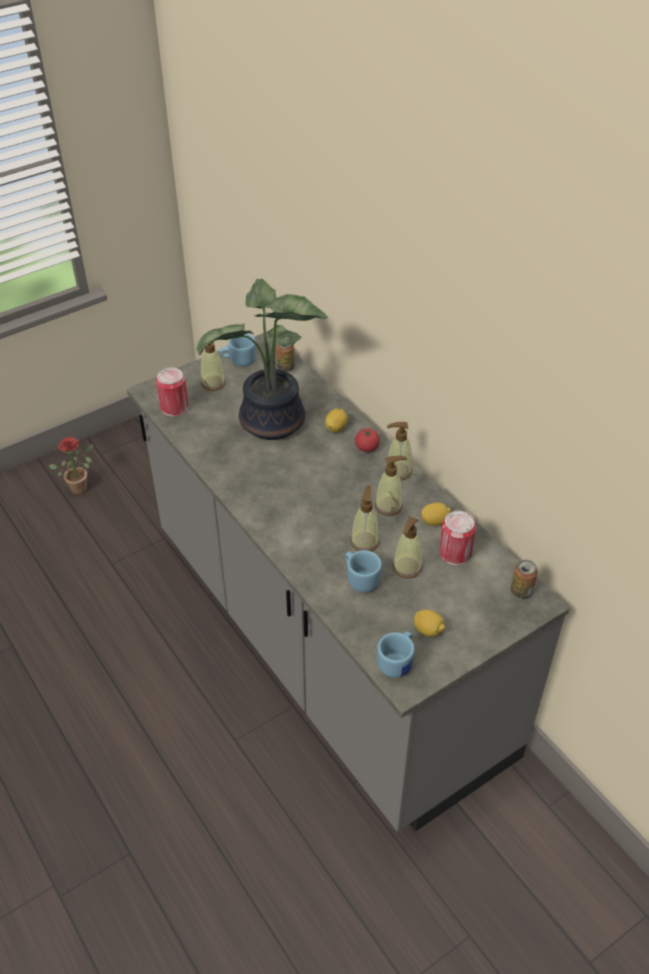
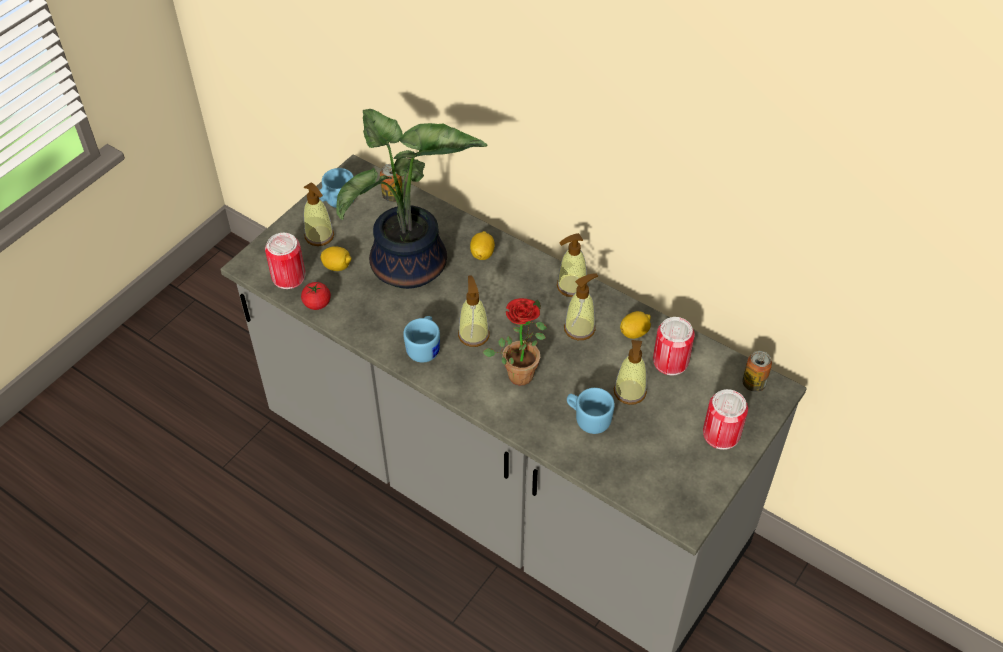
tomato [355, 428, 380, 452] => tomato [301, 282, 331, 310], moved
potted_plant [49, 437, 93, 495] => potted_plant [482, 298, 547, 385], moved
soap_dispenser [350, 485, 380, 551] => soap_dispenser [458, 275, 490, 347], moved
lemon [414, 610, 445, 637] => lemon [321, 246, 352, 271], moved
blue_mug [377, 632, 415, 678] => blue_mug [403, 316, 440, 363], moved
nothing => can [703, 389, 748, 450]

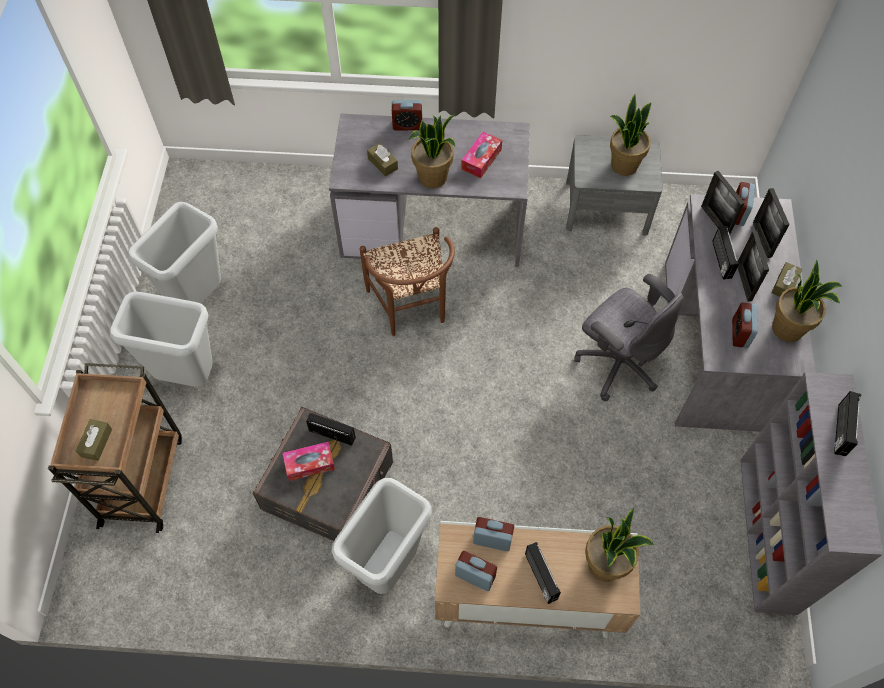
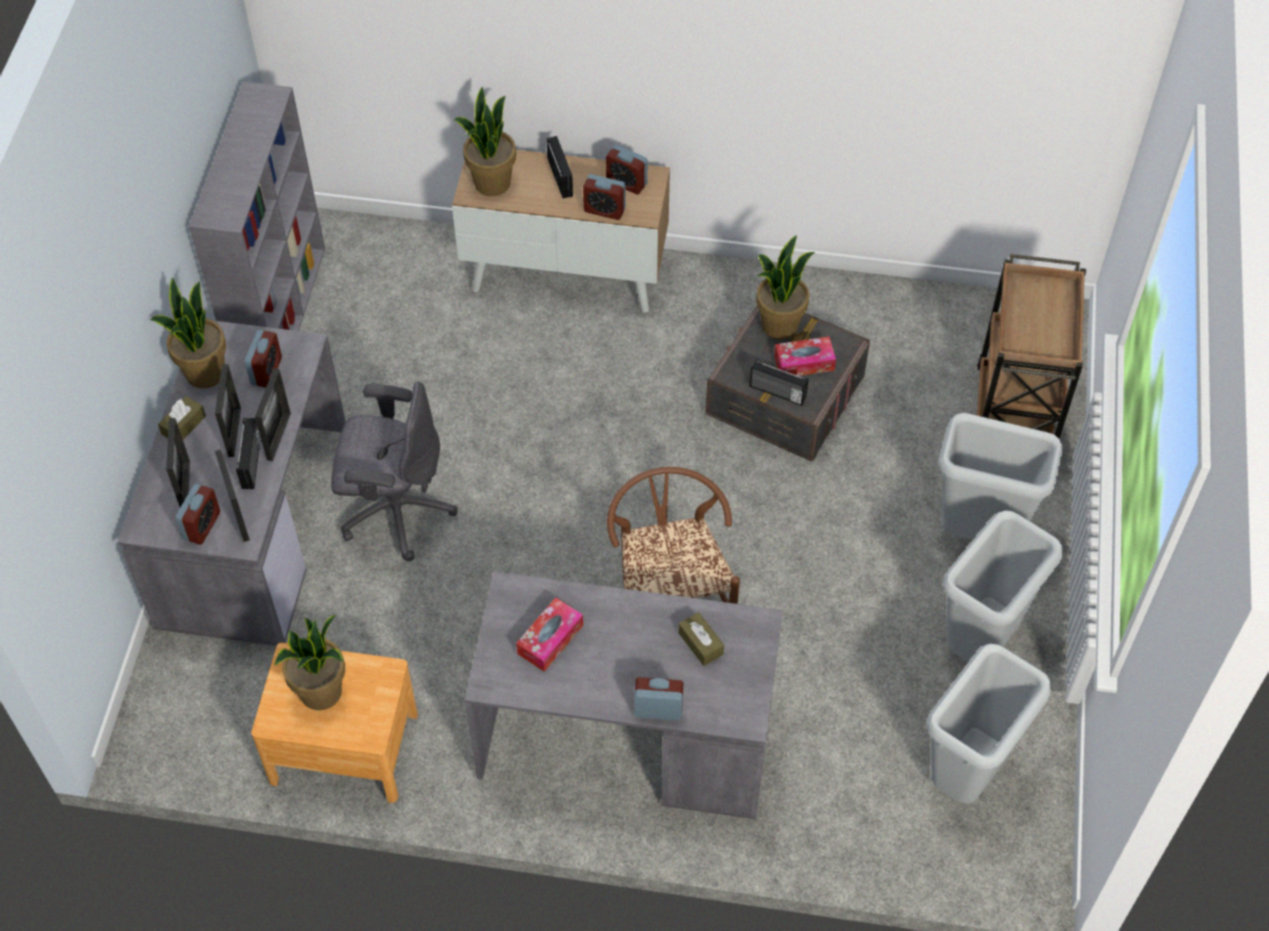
potted_plant [409, 115, 455, 188] => potted_plant [756, 235, 815, 340], moved
grey_nightstand [566, 135, 662, 235] => brown_nightstand [251, 643, 418, 803]
grey_office_chair [574, 274, 684, 401] => grey_office_chair [331, 381, 458, 561], 135 degrees clockwise
radio [834, 391, 861, 456] => nothing
brown_tissue_box [76, 419, 112, 461] => nothing
grey_trash_can [332, 478, 432, 594] => grey_trash_can [927, 644, 1052, 803], moved
nothing => picture_frame [255, 369, 291, 461]

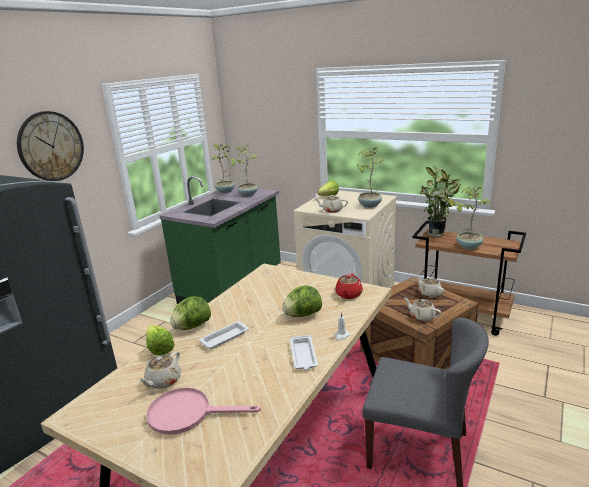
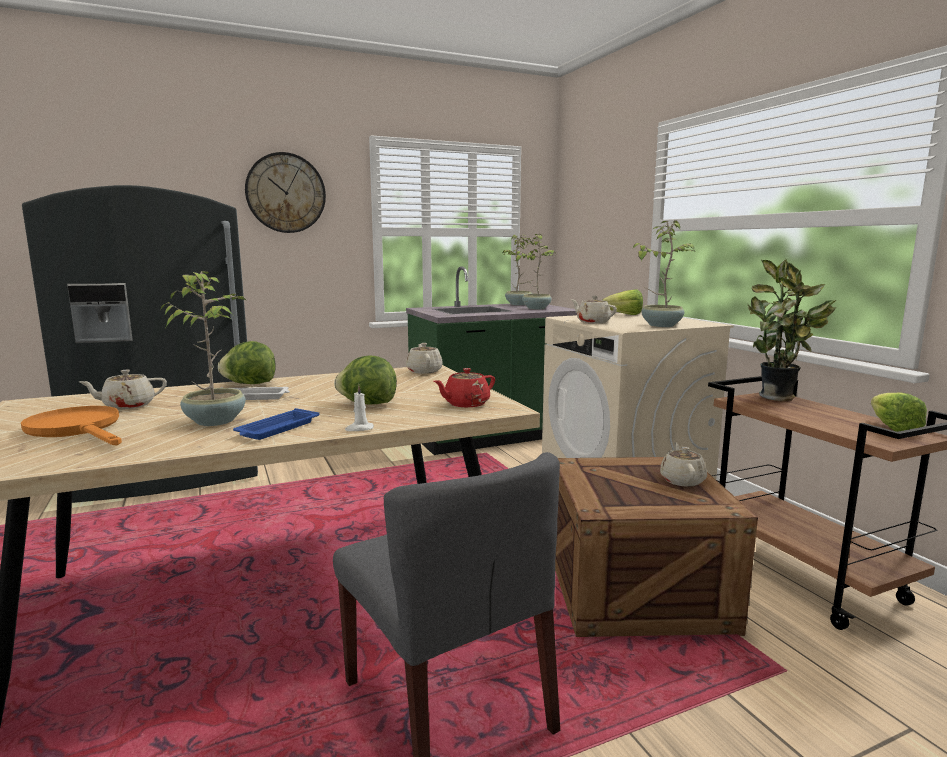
potted_plant [454, 185, 490, 249] => potted_plant [161, 271, 246, 426], moved
beige_teapot [404, 298, 441, 322] => beige_teapot [406, 343, 443, 374], moved
lettuce [146, 325, 175, 356] => lettuce [871, 392, 927, 432], moved
white_tray [290, 335, 318, 370] => blue_tray [233, 408, 319, 440]
pink_frying_pan [146, 388, 261, 435] => orange_frying_pan [21, 406, 122, 445]

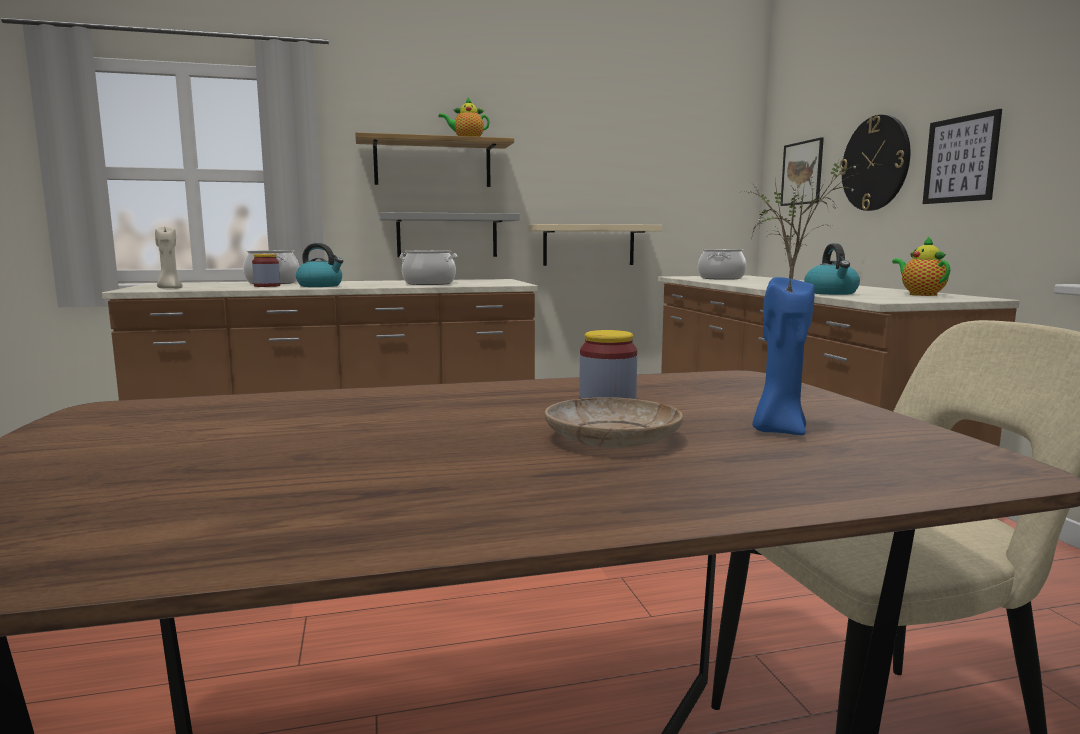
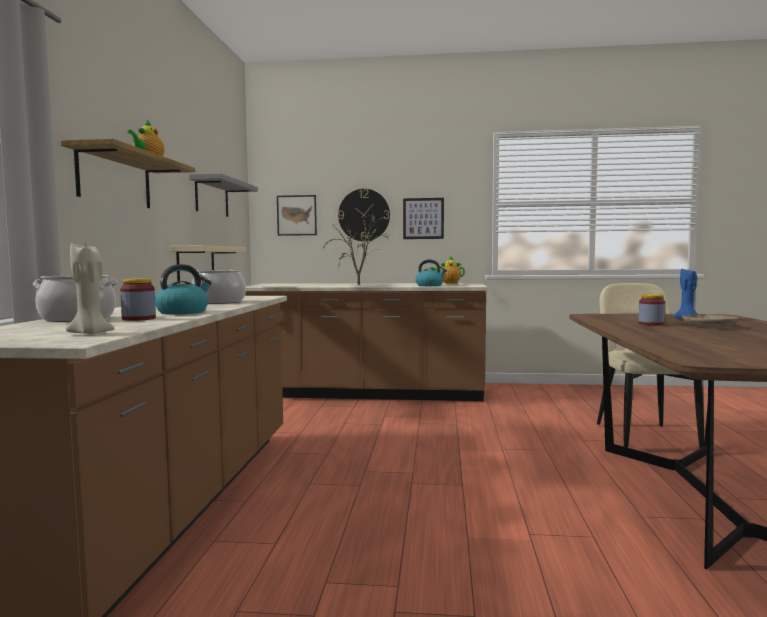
grey_shelf [380, 212, 520, 257] => grey_shelf [189, 173, 258, 217], moved
cooking_pot [698, 249, 746, 280] => nothing

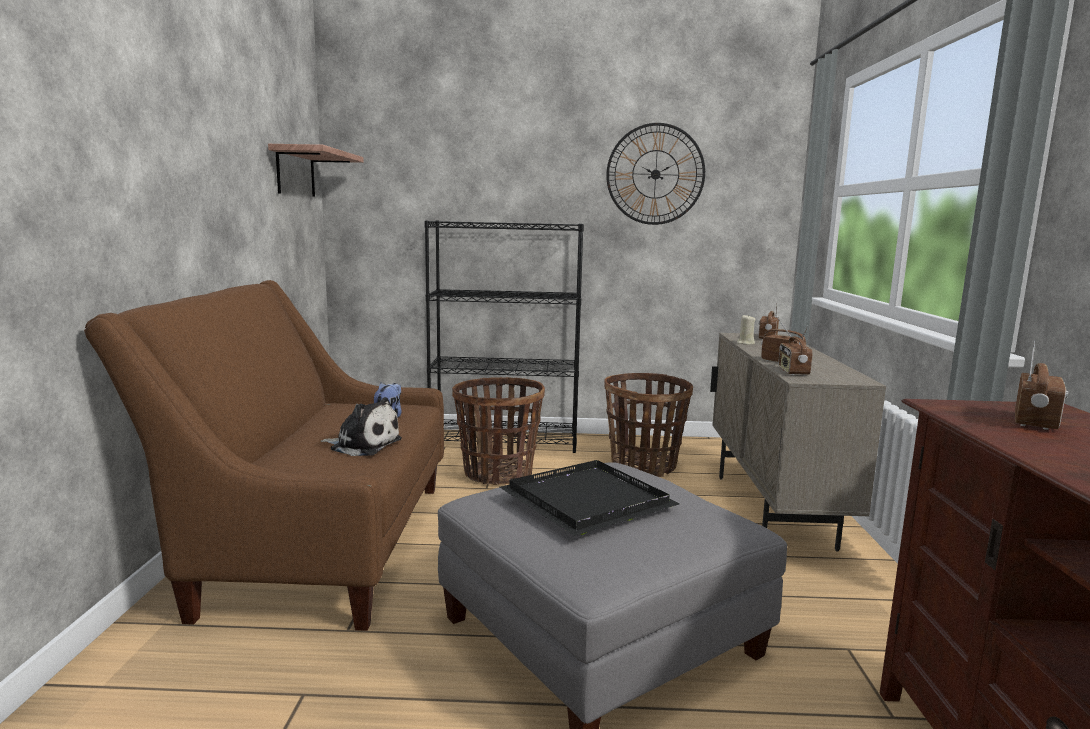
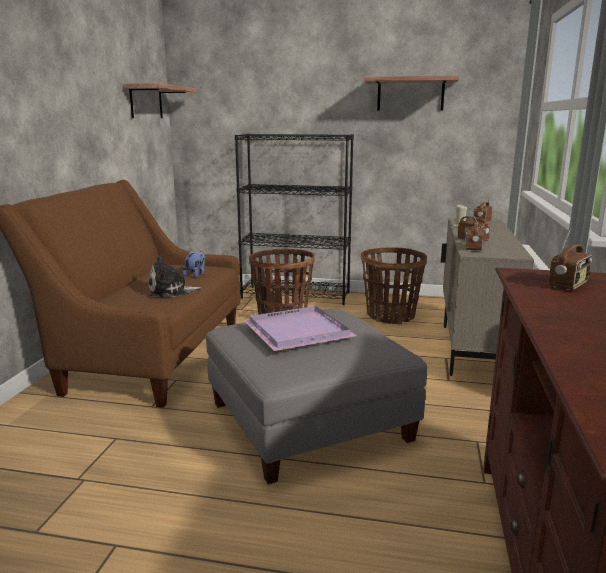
wall_clock [606, 123, 705, 225] => shelf [364, 75, 460, 111]
plush_toy [321, 397, 402, 456] => plush_toy [149, 256, 201, 297], 135 degrees clockwise
black_tray [500, 460, 680, 536] => purple_tray [243, 306, 357, 351]

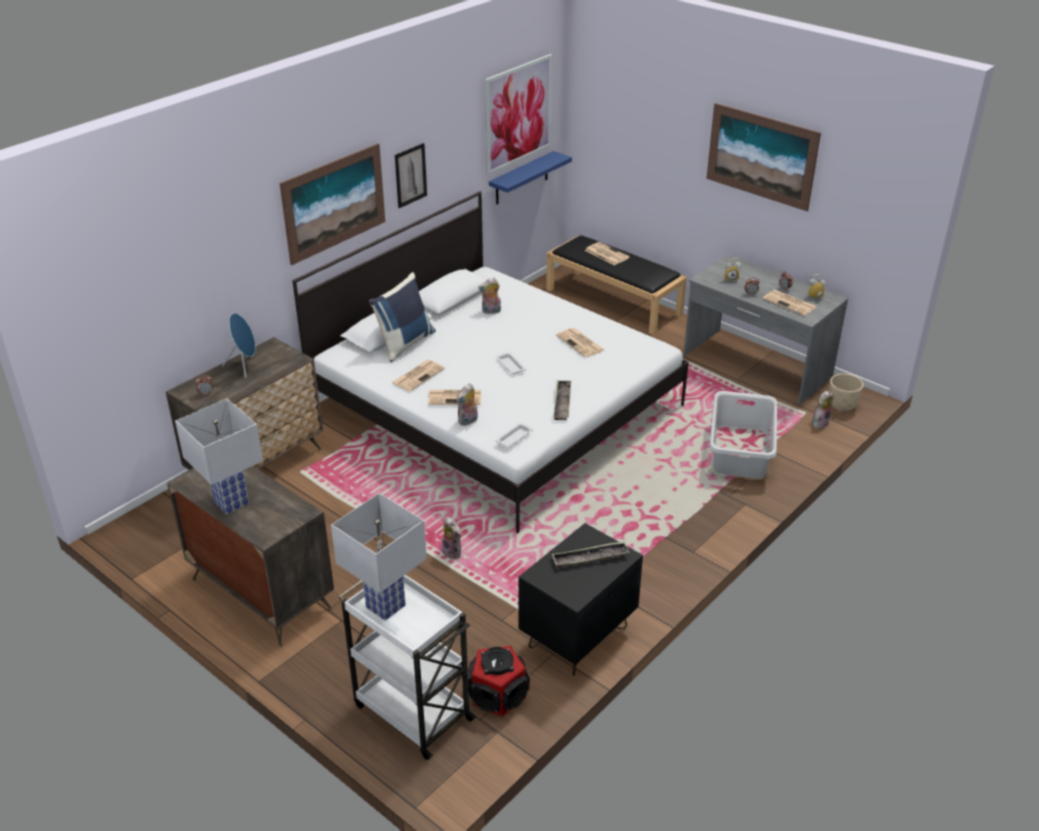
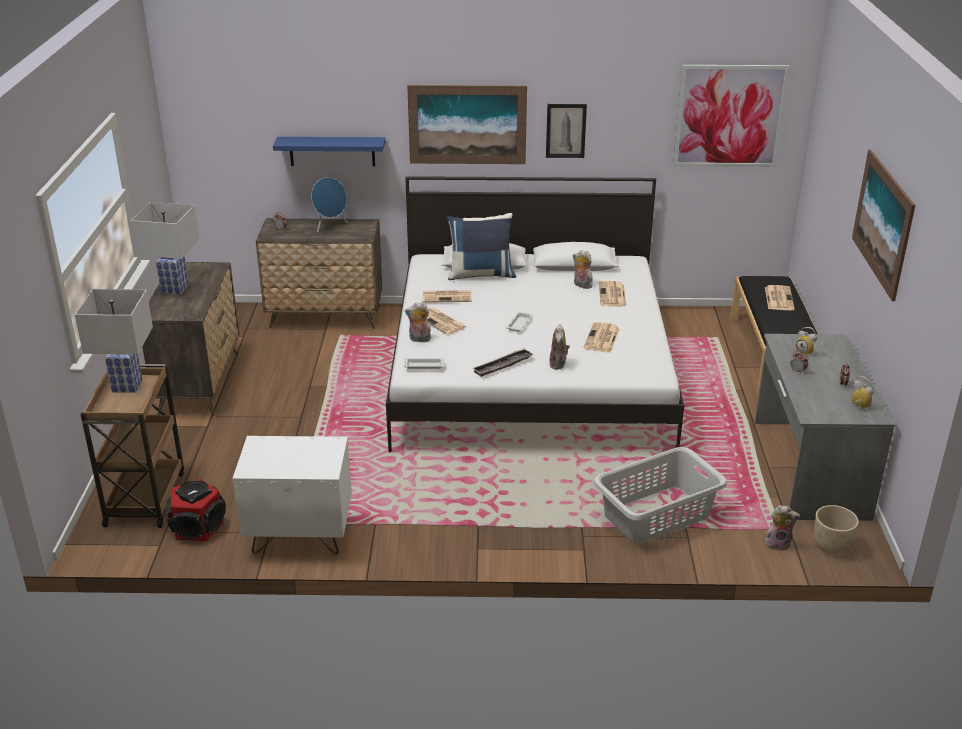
blue_shelf [489, 151, 572, 204] => blue_shelf [273, 137, 385, 166], moved
newspaper [763, 290, 816, 316] => newspaper [599, 281, 627, 307], moved
plush_toy [442, 517, 462, 559] => plush_toy [549, 324, 570, 370], moved
black_nightstand [519, 523, 643, 676] => white_nightstand [232, 436, 352, 554]
tray [552, 542, 630, 568] => nothing
white_cart [338, 575, 476, 760] => brown_cart [80, 364, 184, 528]

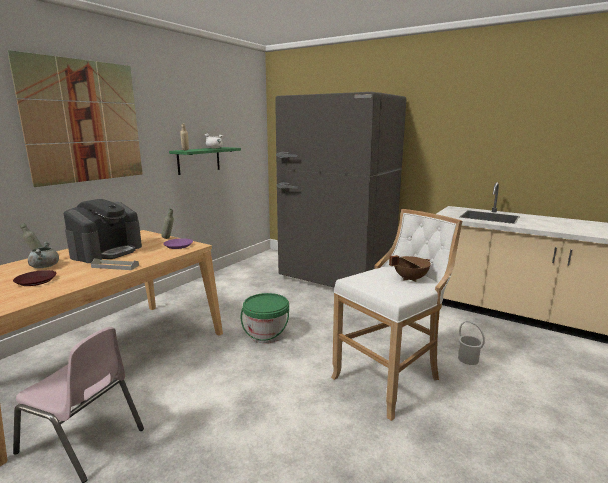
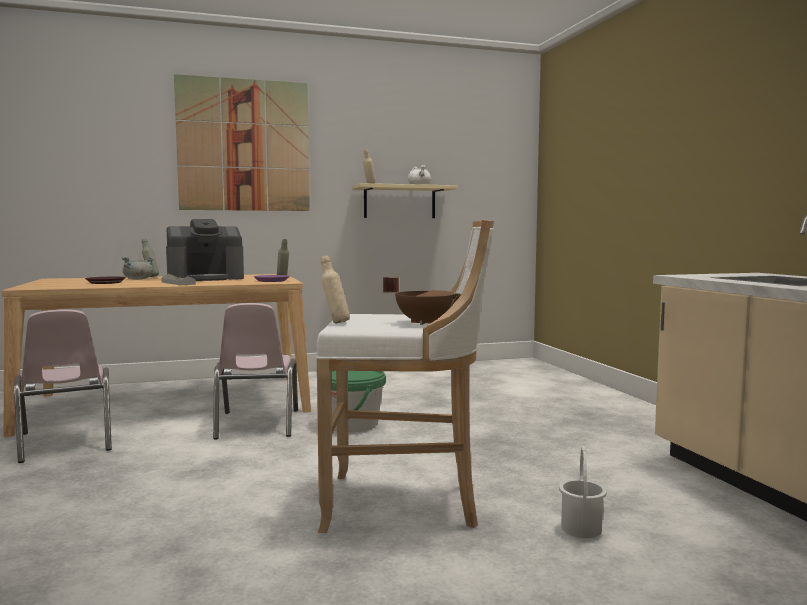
grey_fridge [275, 92, 406, 288] => nothing
green_shelf [169, 147, 241, 175] => beige_shelf [352, 183, 458, 218]
nothing => beige_bottle [321, 256, 350, 323]
nothing => pink_chair [213, 303, 298, 440]

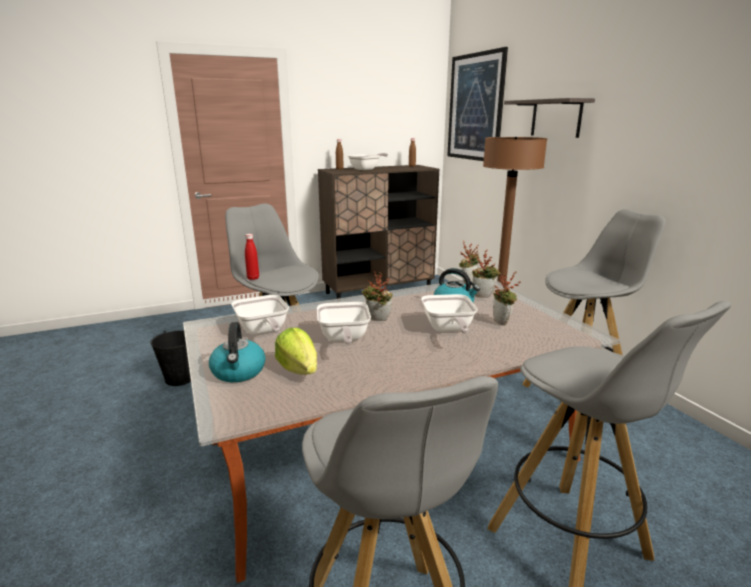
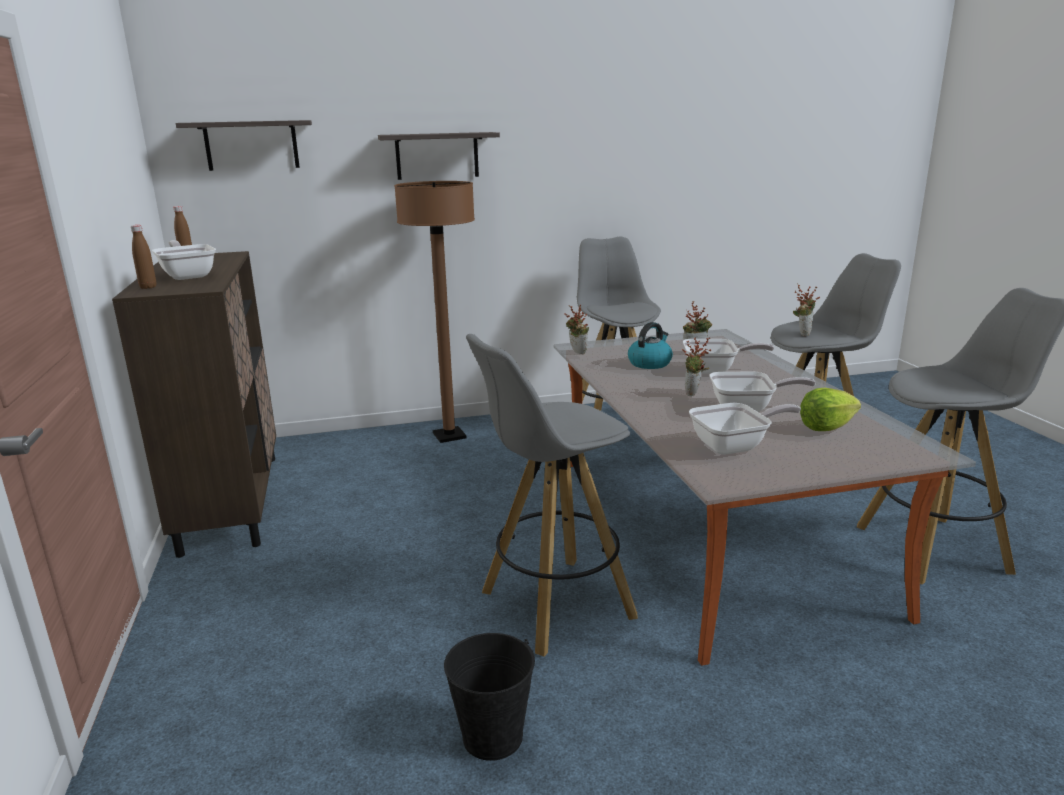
picture [447, 47, 508, 161] => shelf [176, 120, 312, 171]
red_bottle [245, 234, 259, 280] => nothing
potted_plant [472, 249, 500, 298] => potted_plant [793, 283, 820, 336], moved
kettle [209, 322, 266, 382] => nothing

